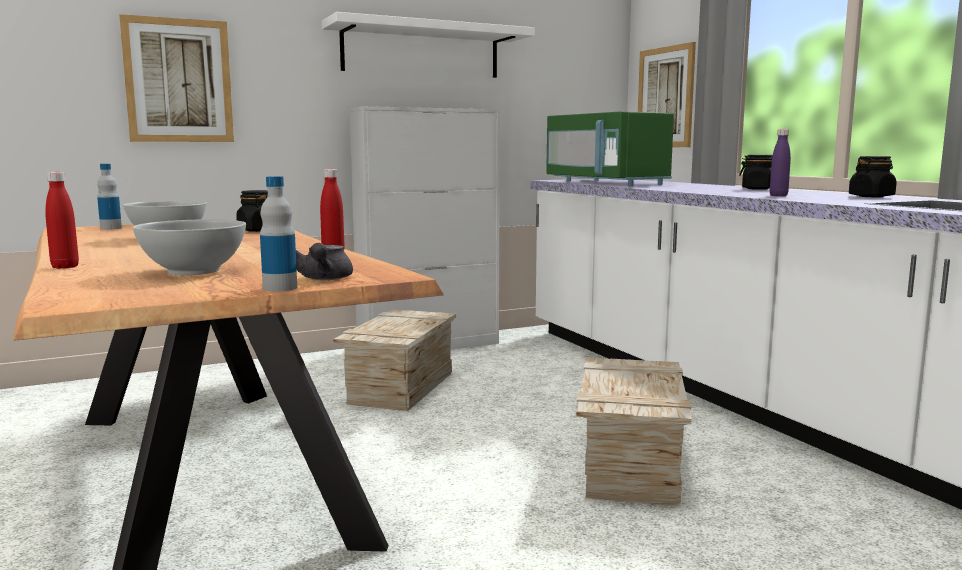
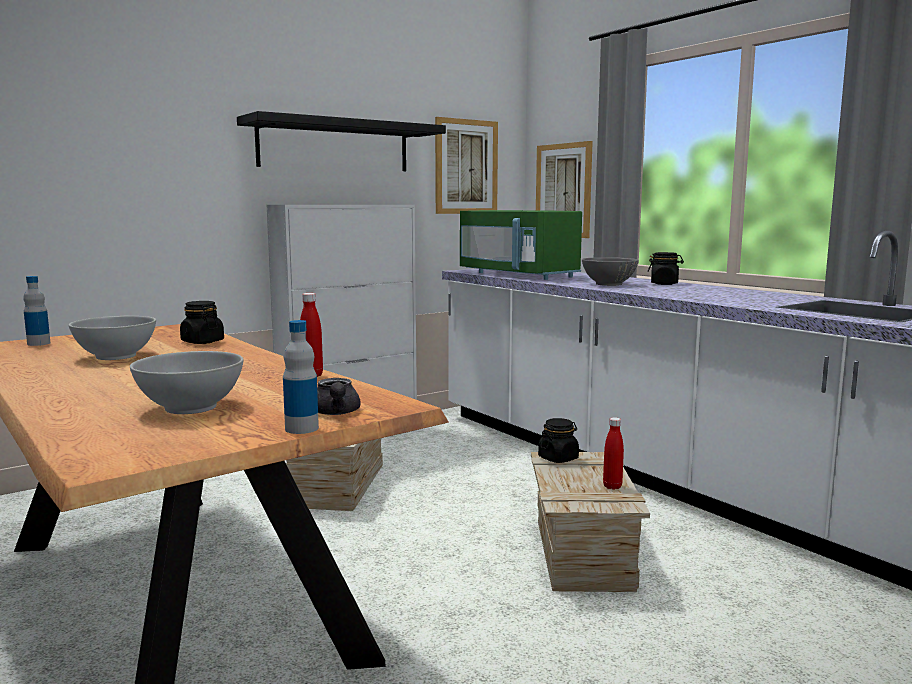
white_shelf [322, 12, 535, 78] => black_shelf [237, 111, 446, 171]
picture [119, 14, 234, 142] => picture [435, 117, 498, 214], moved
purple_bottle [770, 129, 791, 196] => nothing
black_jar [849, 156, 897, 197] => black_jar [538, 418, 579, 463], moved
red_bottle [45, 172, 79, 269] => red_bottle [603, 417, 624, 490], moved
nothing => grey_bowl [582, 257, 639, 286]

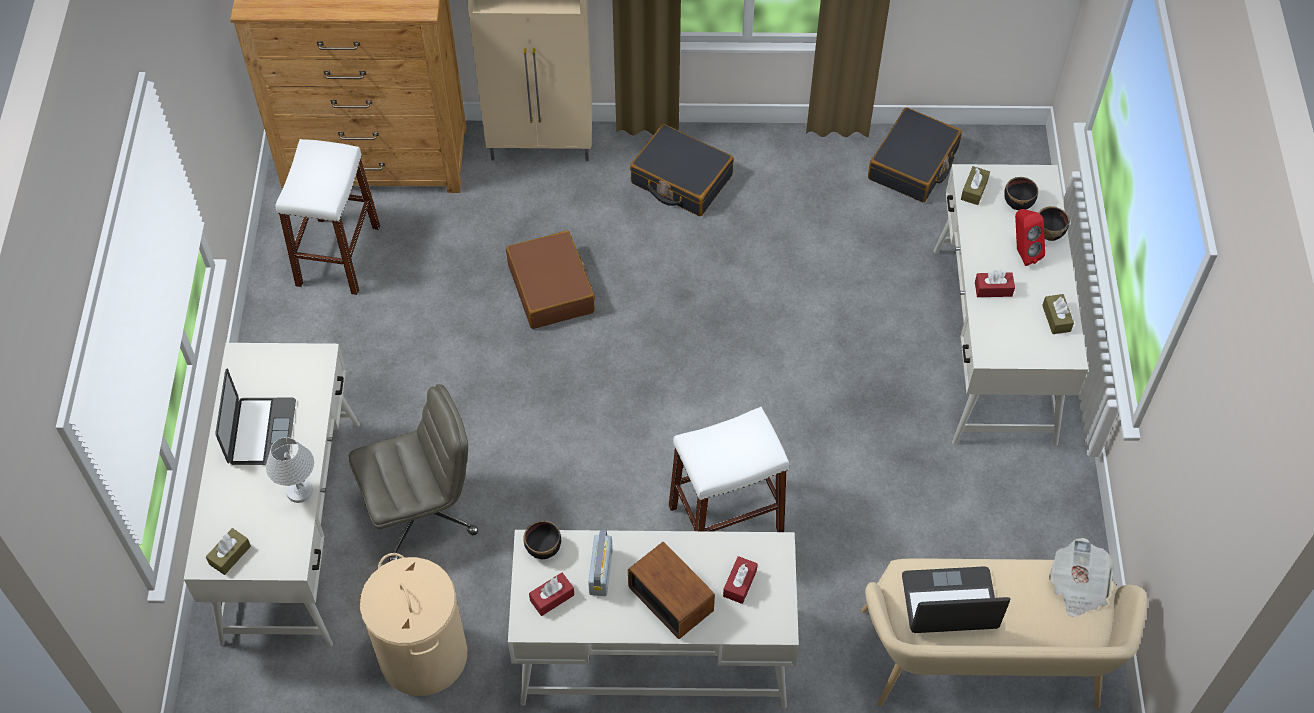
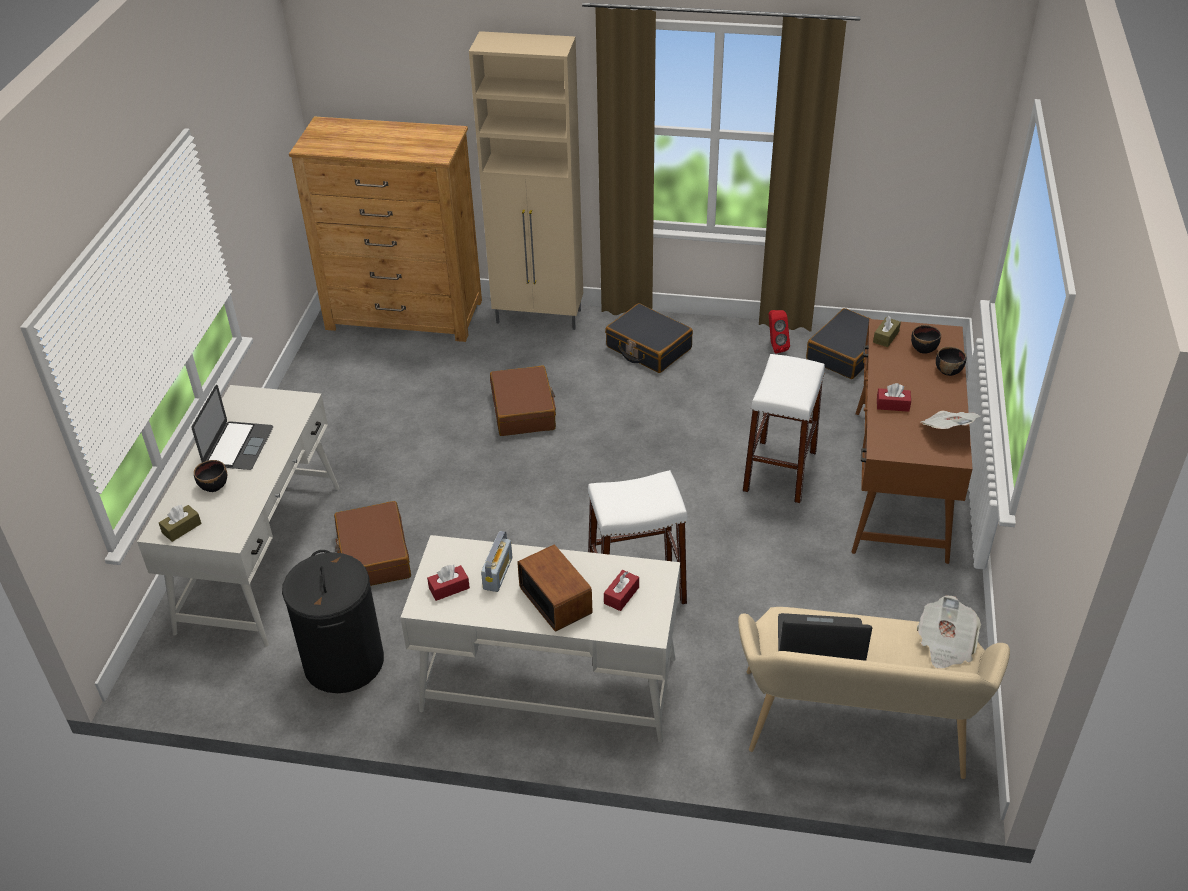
white_stool [276, 139, 380, 295] => white_stool [742, 354, 825, 503], moved
white_desk [934, 164, 1088, 446] => brown_desk [852, 319, 972, 564]
red_speaker [1015, 209, 1045, 266] => red_speaker [769, 310, 790, 353], moved
brown_tissue_box [1042, 294, 1074, 334] => newspaper [921, 411, 981, 429]
grey_office_chair [349, 384, 478, 562] => brown_suitcase [334, 501, 411, 586]
white_table_lamp [266, 437, 314, 503] => nothing
black_bowl [523, 521, 561, 559] => black_bowl [194, 460, 227, 492], moved
beige_laundry_basket [360, 553, 467, 696] => black_laundry_basket [282, 550, 384, 693]

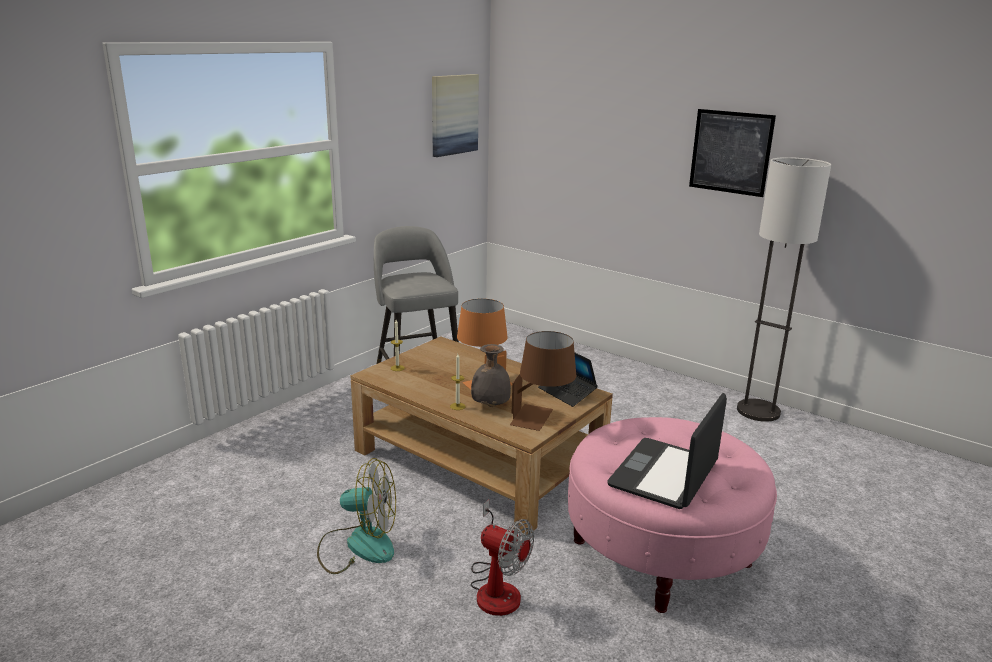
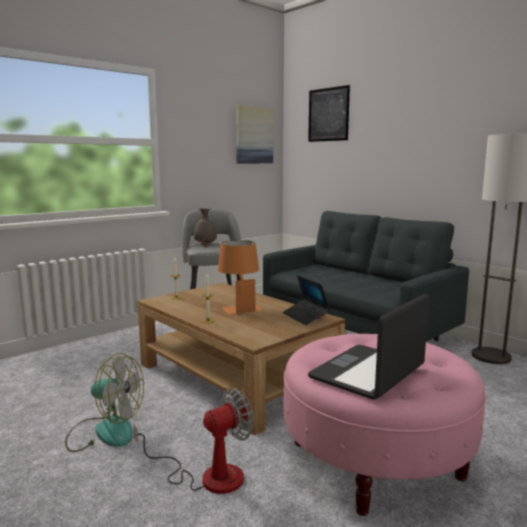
picture [689, 109, 776, 197] => picture [308, 85, 350, 142], moved
brown_table_lamp [510, 331, 576, 431] => nothing
grey_vase [471, 344, 511, 407] => grey_vase [194, 208, 217, 245], moved
fan [471, 500, 534, 616] => fan [134, 388, 254, 494], 75 degrees counterclockwise
nothing => grey_sofa [263, 211, 469, 342]

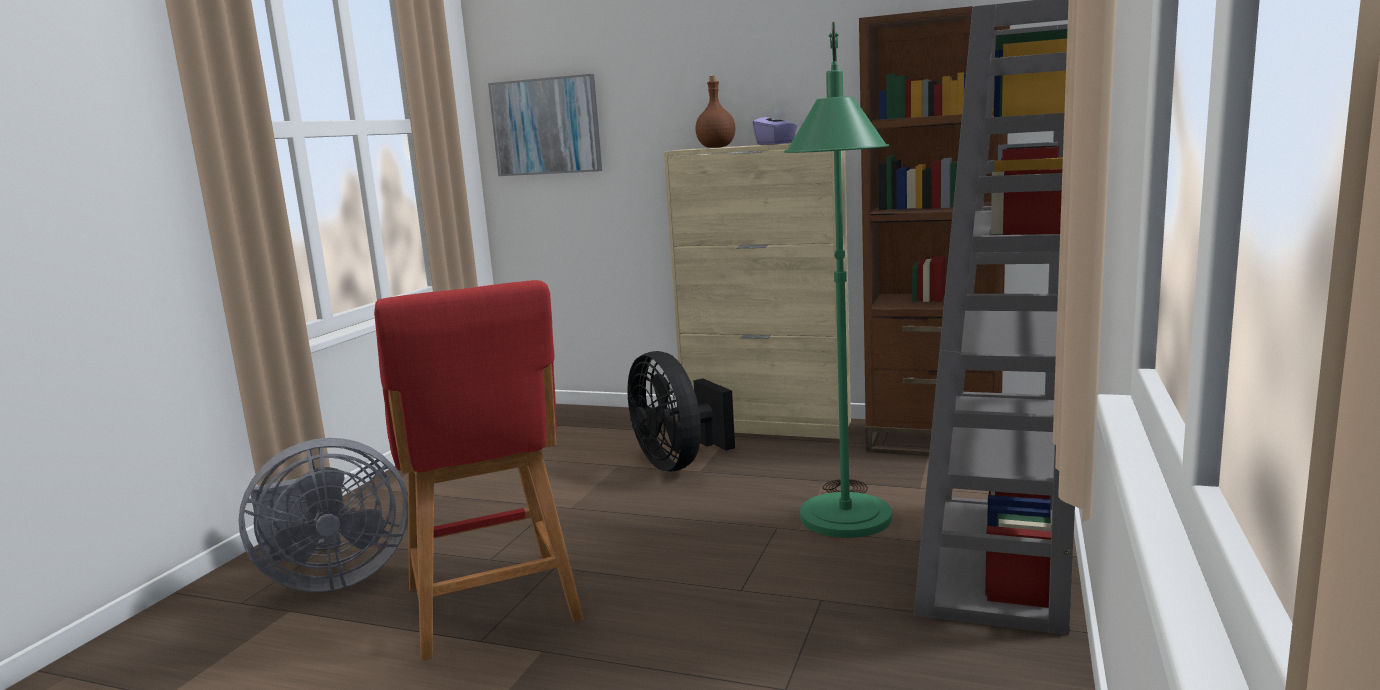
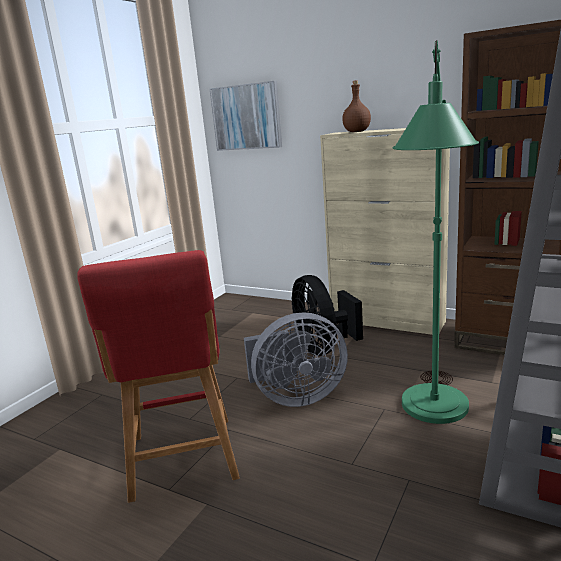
purple_tissue_box [752, 108, 798, 145] => nothing
grey_fan [239, 438, 408, 592] => grey_fan [244, 312, 348, 407], moved

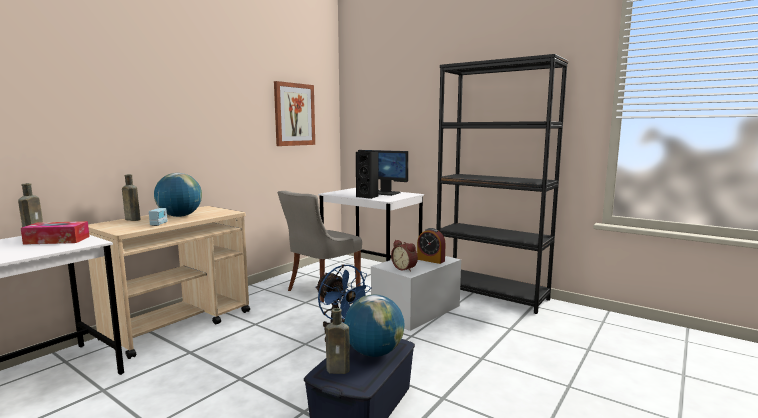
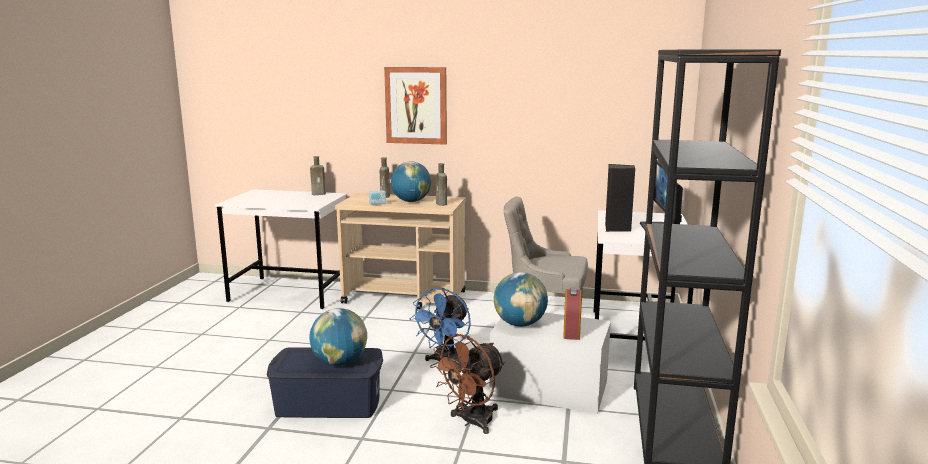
picture [274, 81, 315, 146] => picture [384, 67, 447, 145], moved
tissue_box [21, 221, 90, 245] => nothing
alarm_clock [391, 240, 418, 272] => globe [494, 272, 548, 327]
brown_bottle [326, 308, 350, 374] => brown_bottle [436, 163, 447, 206], moved
nothing => brown_fan [430, 334, 505, 434]

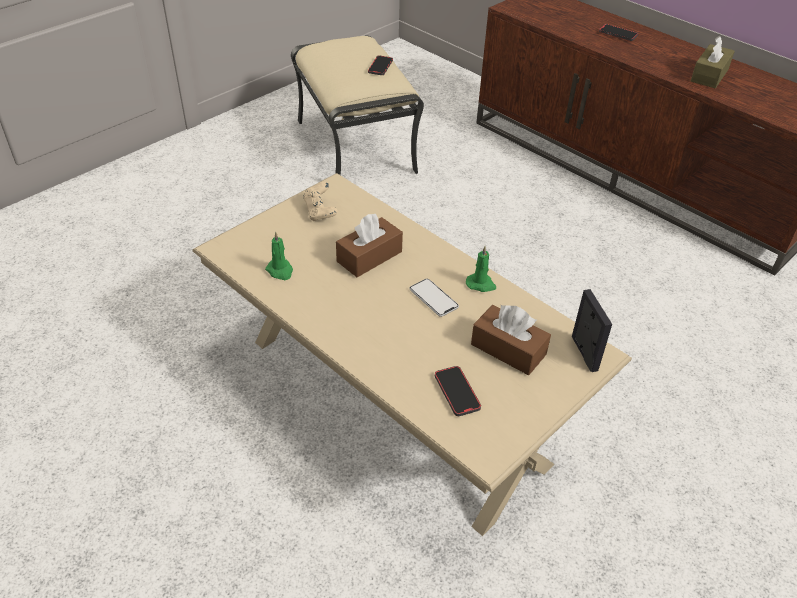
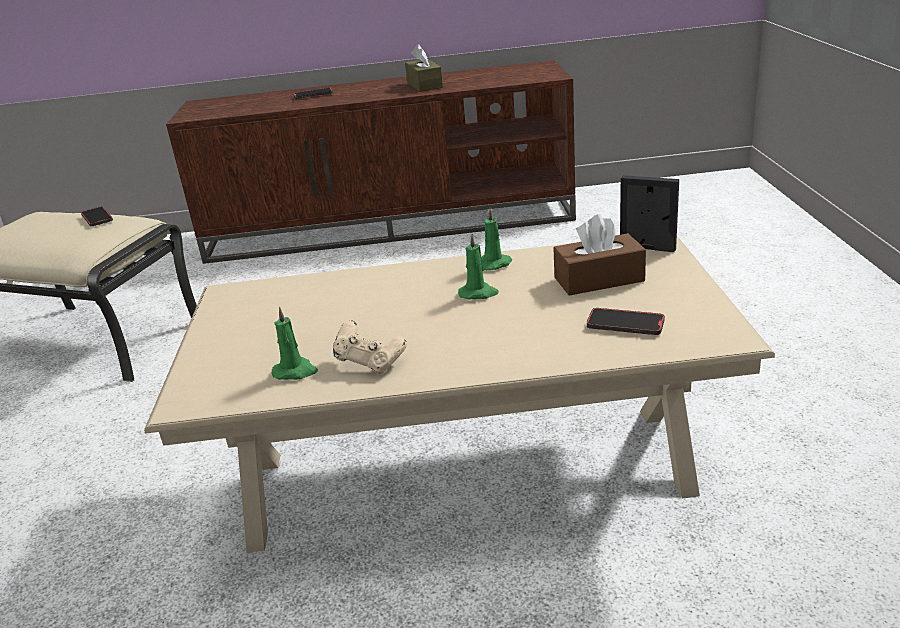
beige_game_controller [303, 182, 338, 221] => beige_game_controller [333, 320, 407, 374], moved
brown_tissue_box [336, 214, 403, 277] => nothing
phone [409, 279, 459, 317] => green_candle [458, 234, 499, 299]

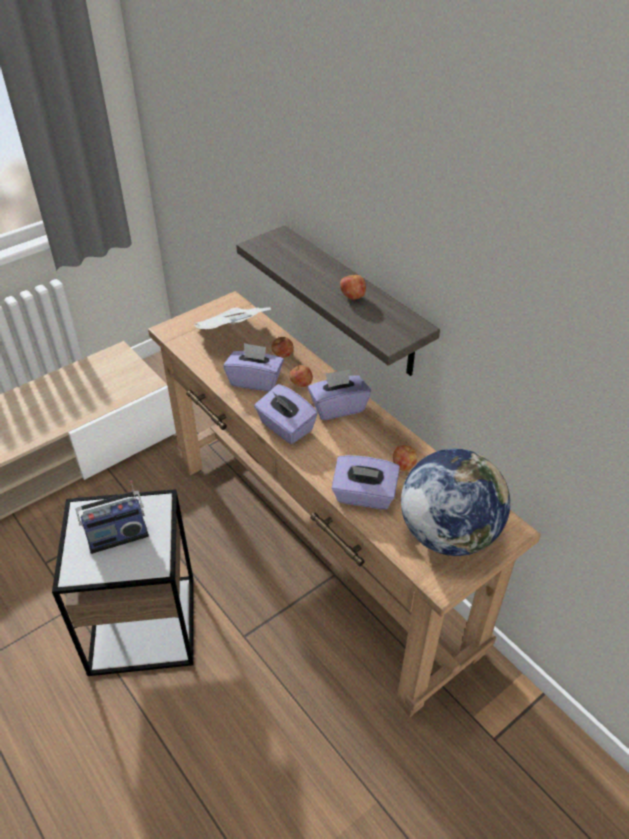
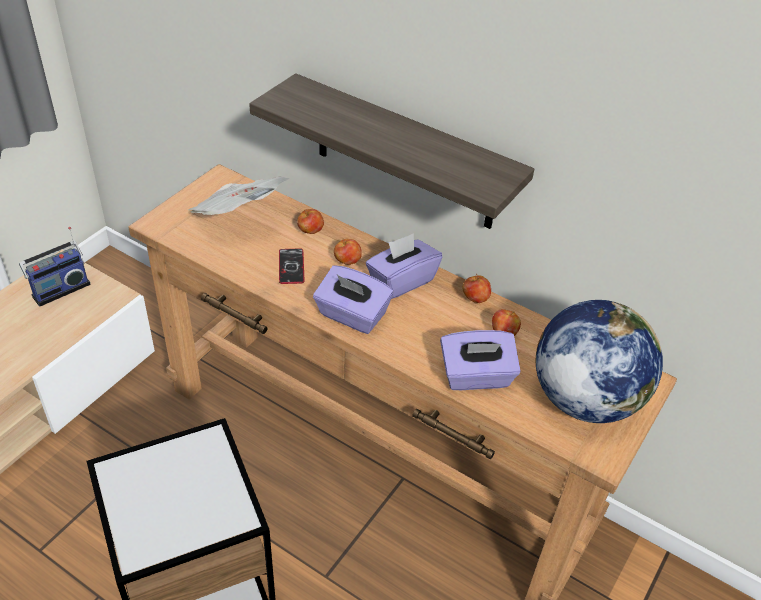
apple [340, 272, 366, 300] => apple [463, 274, 491, 303], moved
purple_tissue_box [223, 343, 284, 391] => phone [279, 249, 304, 284]
radio [76, 480, 149, 554] => radio [19, 227, 90, 307], moved

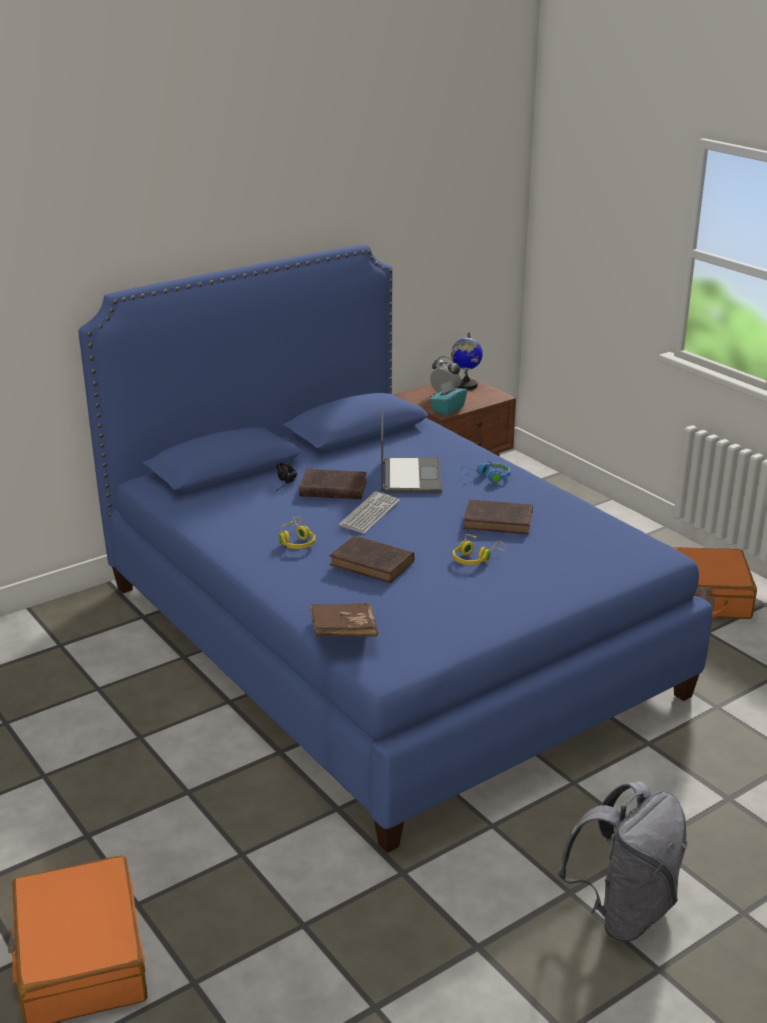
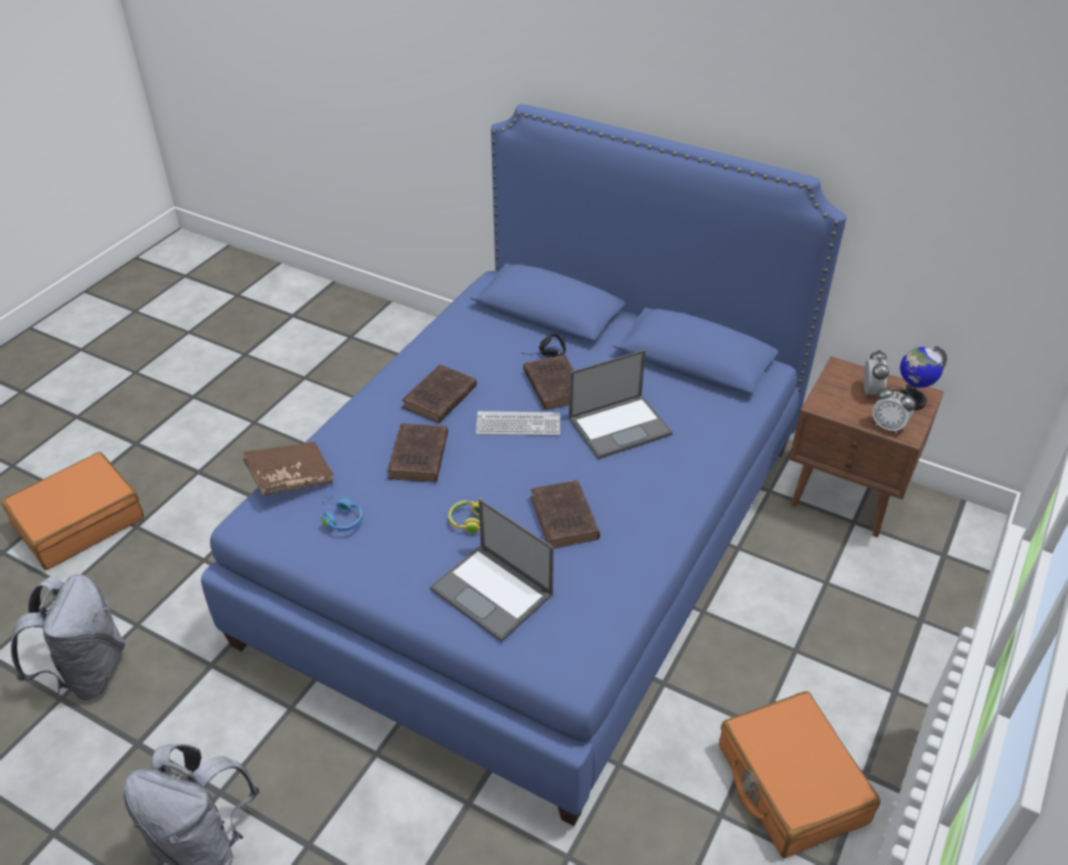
turquoise_tissue_box [430, 381, 467, 415] => nothing
blue_headphones [461, 460, 511, 483] => blue_headphones [322, 486, 363, 532], moved
yellow_headphones [279, 516, 315, 549] => brown_book [402, 364, 477, 423]
nothing => alarm_clock [872, 385, 916, 434]
nothing => laptop [430, 499, 554, 642]
nothing => grey_backpack [11, 575, 125, 700]

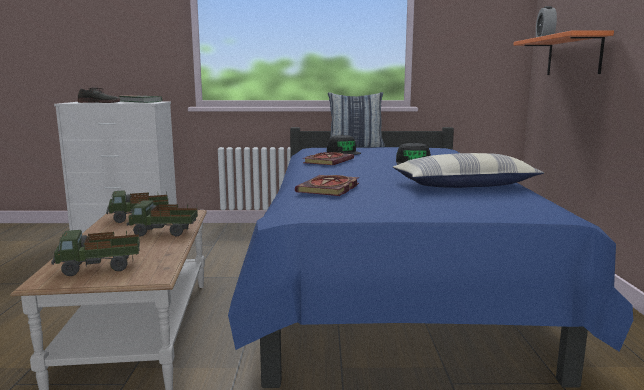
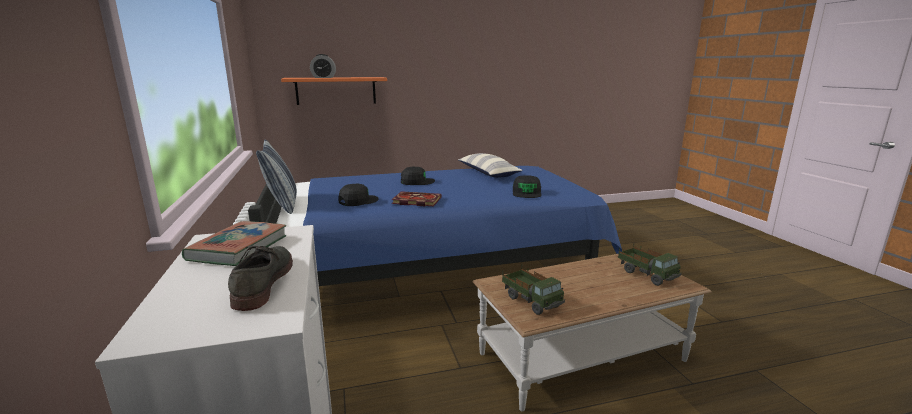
book [295, 175, 359, 196] => black_cap [513, 175, 541, 198]
toy_truck [127, 201, 198, 236] => nothing

